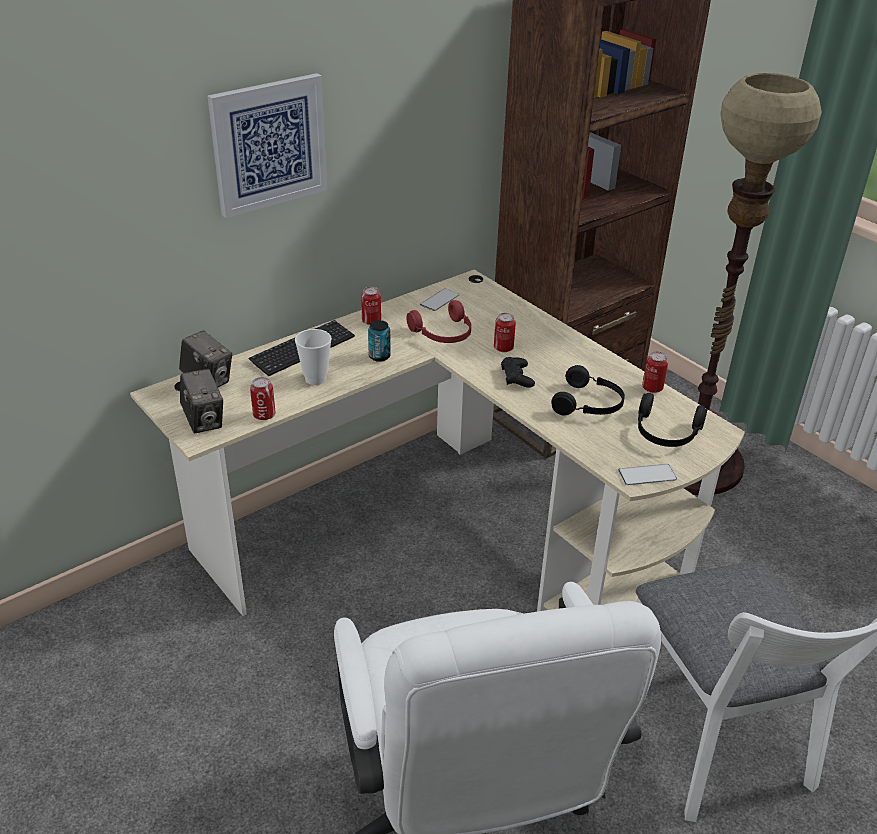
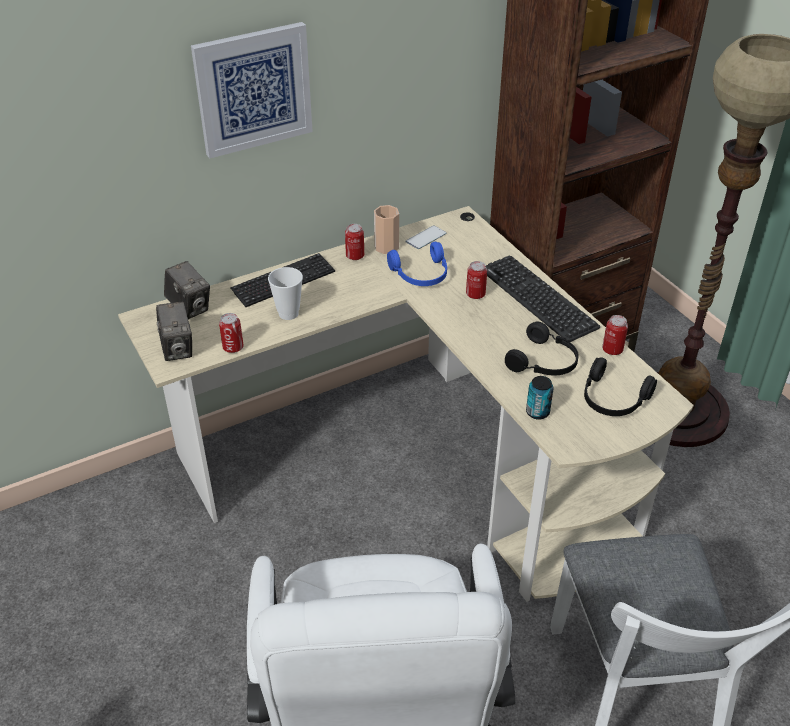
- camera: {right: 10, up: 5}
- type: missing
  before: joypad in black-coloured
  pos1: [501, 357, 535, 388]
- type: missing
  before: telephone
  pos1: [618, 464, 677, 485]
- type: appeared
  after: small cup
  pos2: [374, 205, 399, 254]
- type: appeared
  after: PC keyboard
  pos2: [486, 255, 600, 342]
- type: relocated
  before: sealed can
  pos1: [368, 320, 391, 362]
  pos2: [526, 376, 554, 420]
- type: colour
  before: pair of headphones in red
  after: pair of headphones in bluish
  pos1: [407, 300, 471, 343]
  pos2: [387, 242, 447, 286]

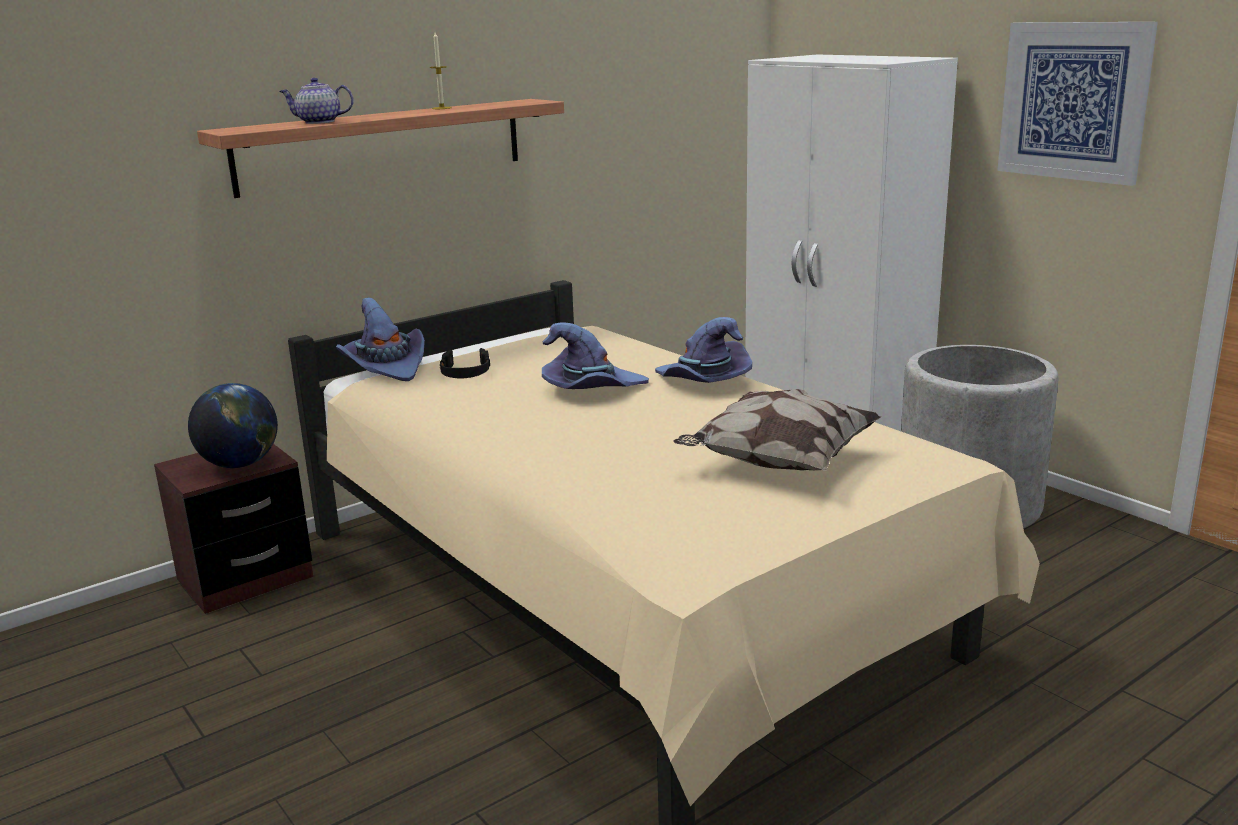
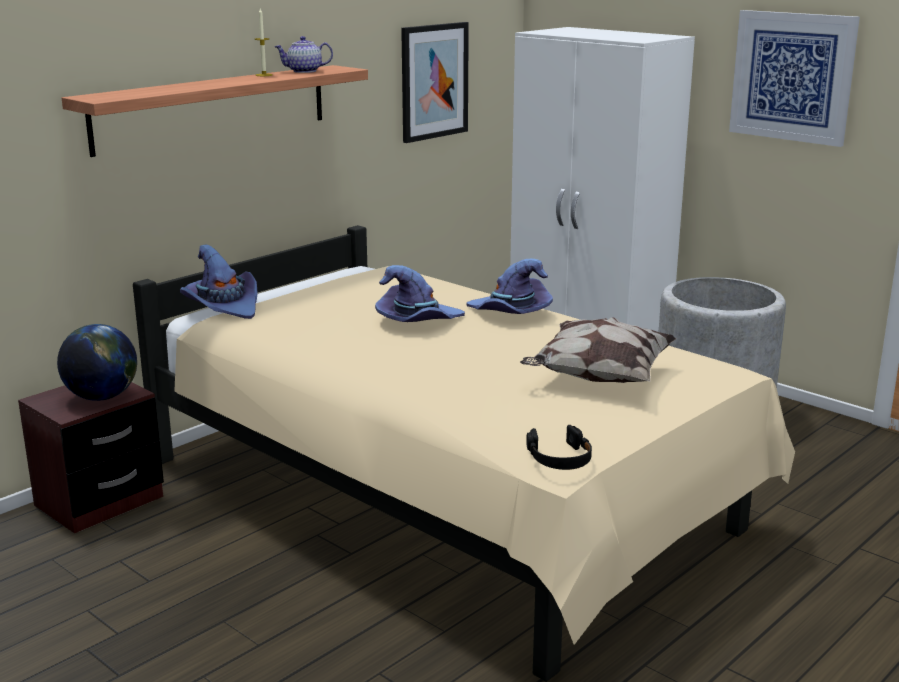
- camera: {right: -10, up: 0}
- type: appeared
  after: picture
  pos2: [401, 22, 469, 143]
- type: relocated
  before: pot for tea
  pos1: [279, 78, 354, 124]
  pos2: [274, 36, 333, 73]
- type: relocated
  before: pair of headphones in black-coloured
  pos1: [439, 348, 490, 378]
  pos2: [526, 425, 592, 470]

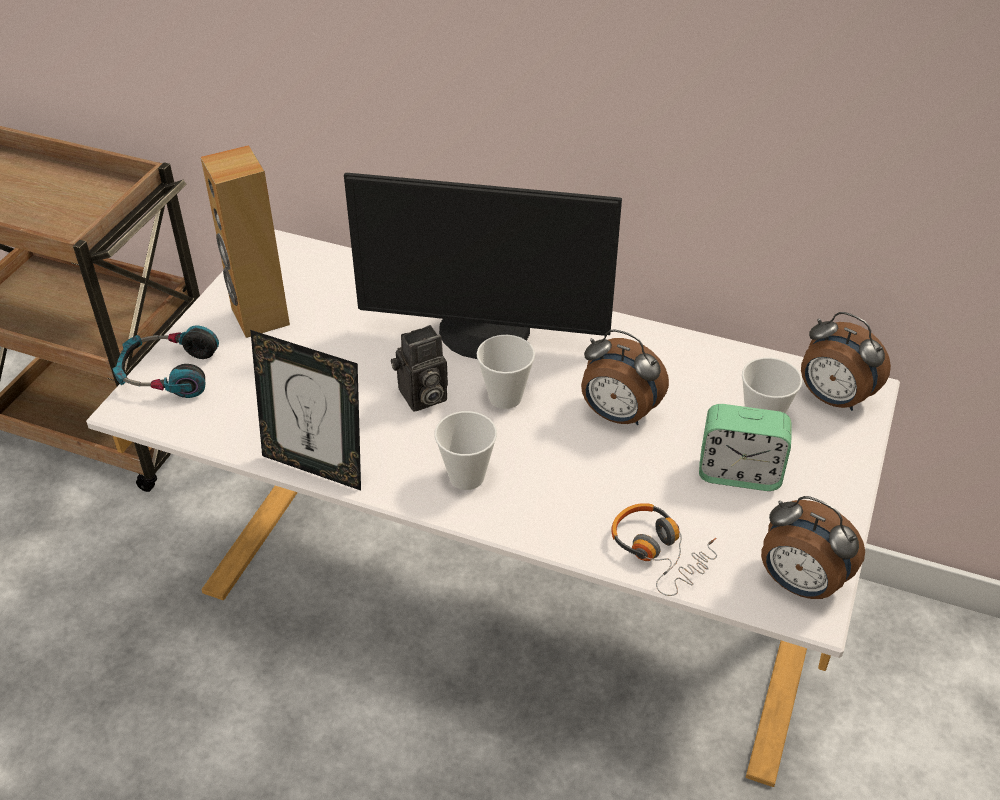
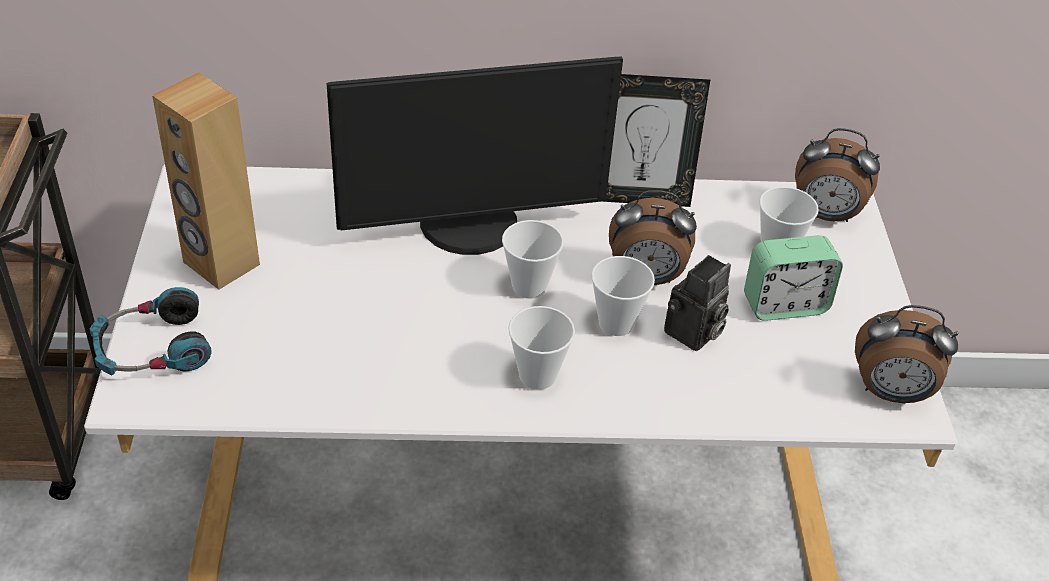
- camera: {right: -25, up: 0}
- type: missing
  before: pair of headphones
  pos1: [611, 503, 717, 596]
- type: appeared
  after: small cup
  pos2: [591, 256, 655, 336]
- type: relocated
  before: picture frame
  pos1: [250, 330, 361, 491]
  pos2: [602, 74, 710, 207]
- type: relocated
  before: still camera
  pos1: [391, 325, 448, 412]
  pos2: [664, 255, 731, 351]

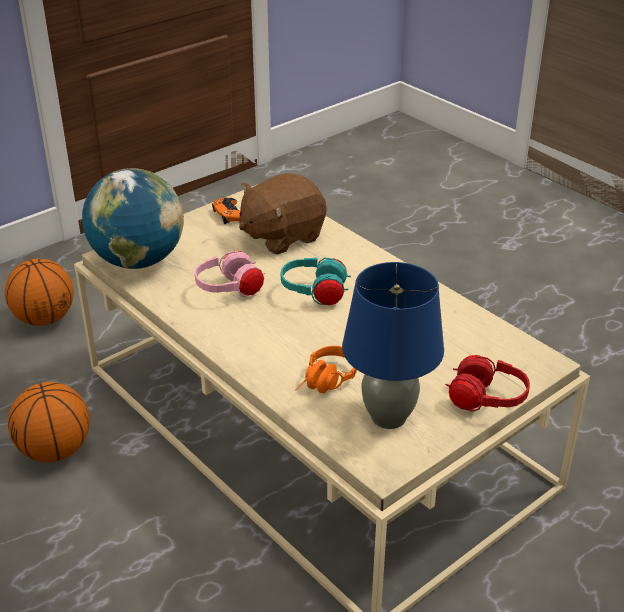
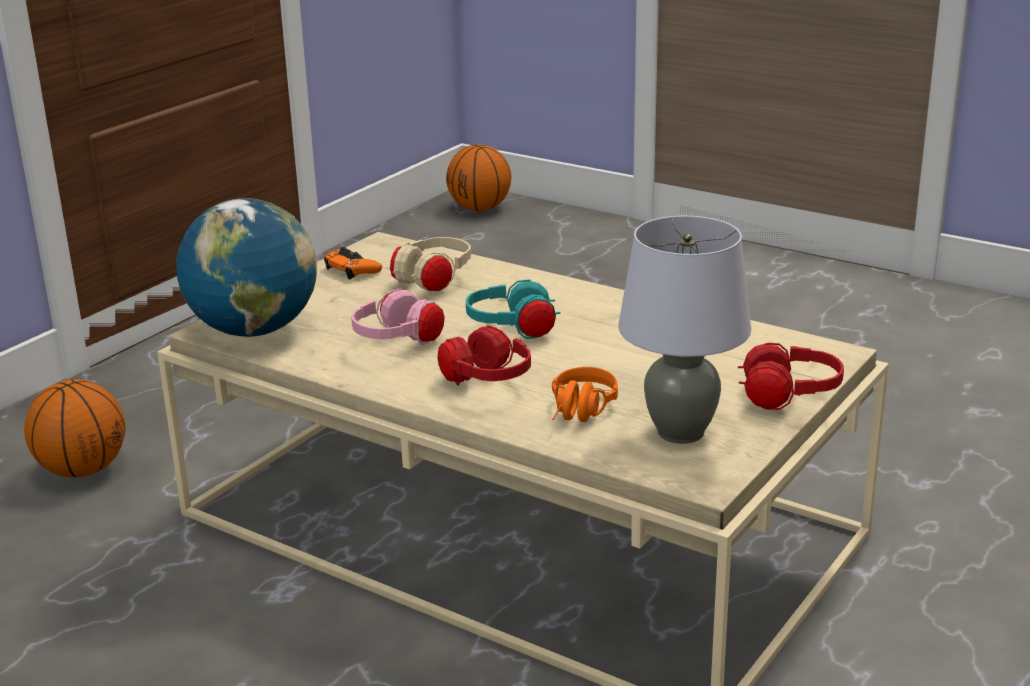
- camera: {right: -15, up: -10}
- type: appeared
  after: pair of headphones in red
  pos2: [438, 325, 531, 386]
- type: relocated
  before: basketball
  pos1: [8, 382, 90, 462]
  pos2: [446, 144, 511, 212]
- type: exchanged
  before: soft toy in brownish
  after: pair of headphones in beige-coloured
  pos1: [239, 173, 327, 255]
  pos2: [390, 237, 471, 293]
- type: colour
  before: lamp for a table in bluish
  after: lamp for a table in gray
  pos1: [342, 262, 444, 429]
  pos2: [618, 216, 751, 444]

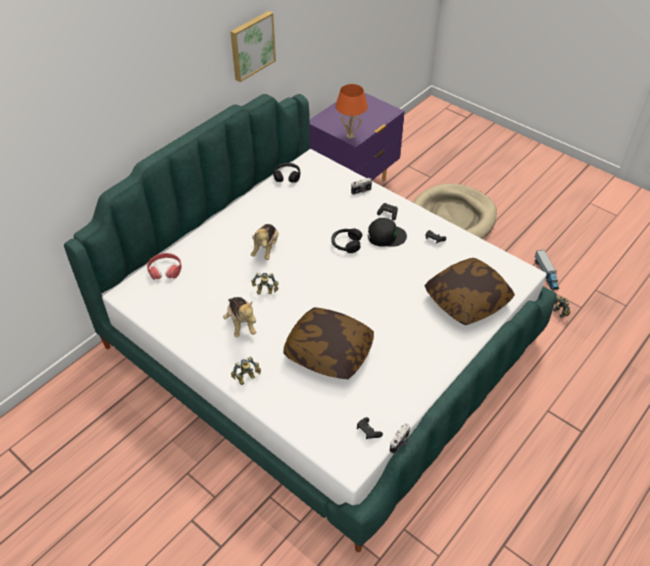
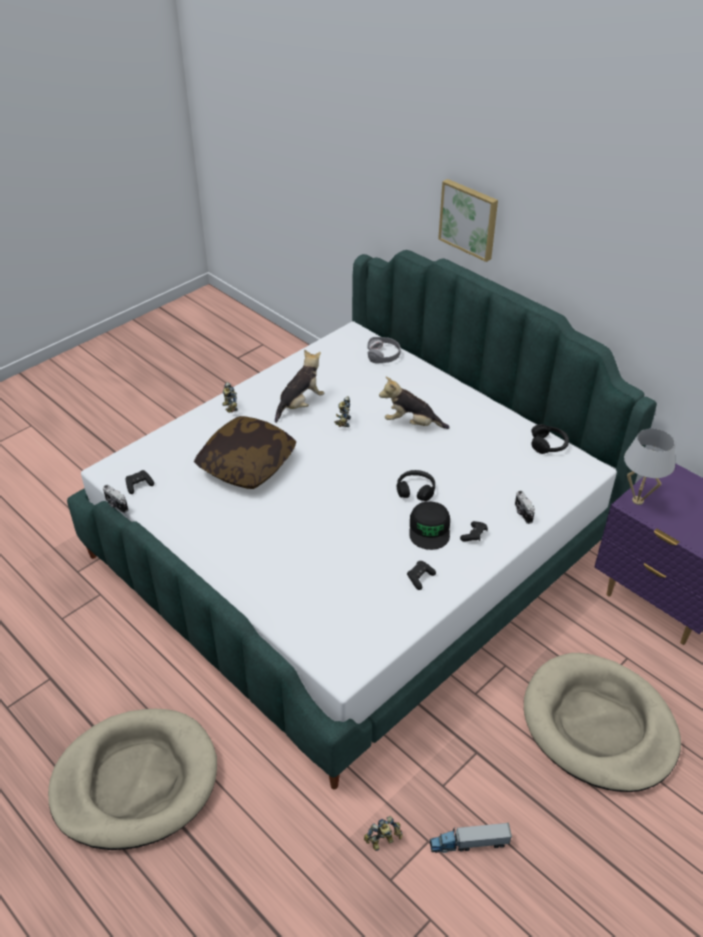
- camera: {right: 95, up: -5}
- type: missing
  before: cushion
  pos1: [424, 258, 515, 325]
- type: appeared
  after: pet bed in beige-coloured
  pos2: [48, 709, 217, 850]
- type: relocated
  before: picture
  pos1: [230, 11, 276, 82]
  pos2: [438, 179, 498, 262]
- type: colour
  before: pair of headphones in red
  after: pair of headphones in gray
  pos1: [147, 253, 182, 280]
  pos2: [367, 337, 401, 363]
- type: colour
  before: lamp for a table in orangey
  after: lamp for a table in whitish
  pos1: [335, 84, 368, 138]
  pos2: [624, 428, 675, 505]
- type: spun
  before: soft toy
  pos1: [223, 297, 256, 338]
  pos2: [275, 350, 324, 423]
  turn: 150

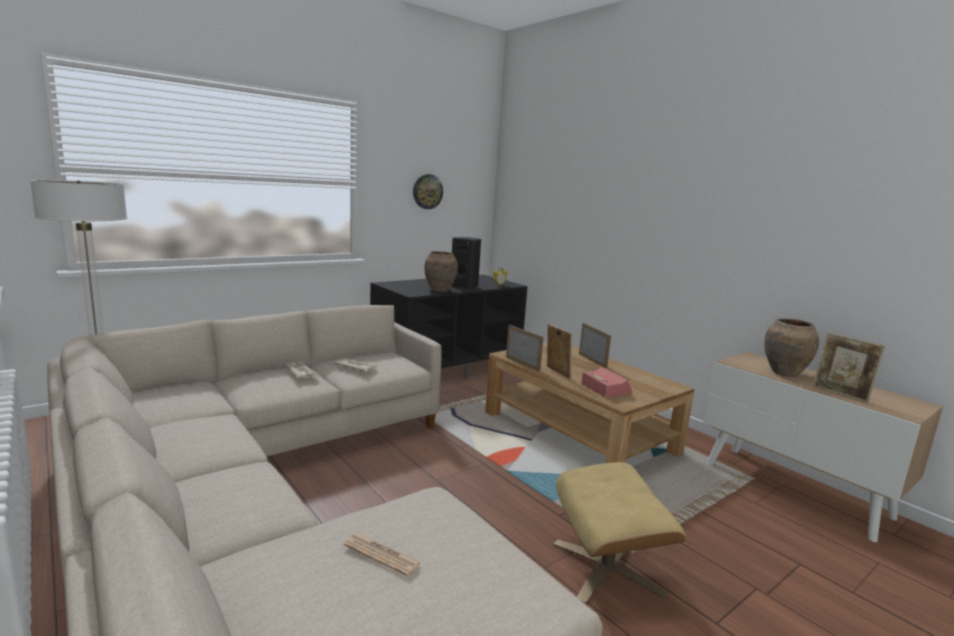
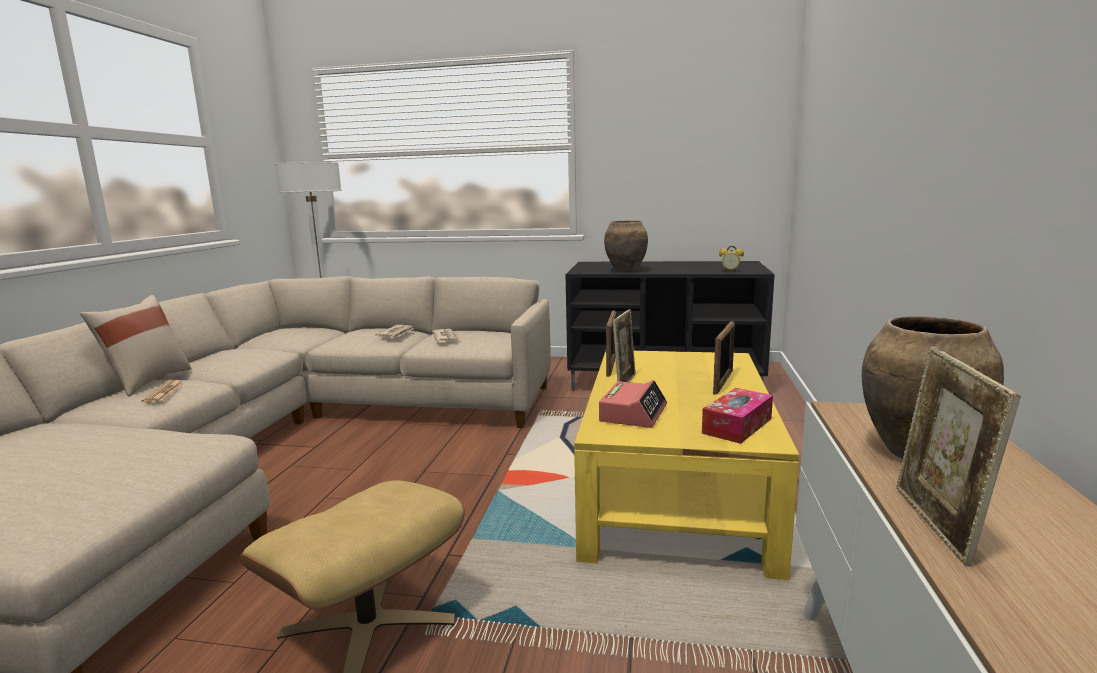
- camera: {right: 50, up: 0}
- type: missing
  before: hanging clock
  pos1: [413, 174, 443, 209]
- type: missing
  before: audio speaker in black-coloured
  pos1: [452, 237, 481, 289]
- type: appeared
  after: cushion in beige-coloured
  pos2: [80, 295, 191, 397]
- type: appeared
  after: tissue box
  pos2: [702, 388, 773, 444]
- type: relocated
  before: printed paper
  pos1: [344, 533, 422, 576]
  pos2: [141, 380, 184, 403]
- type: colour
  before: low table in brownish
  after: low table in yellowish
  pos1: [485, 343, 695, 463]
  pos2: [574, 351, 799, 580]

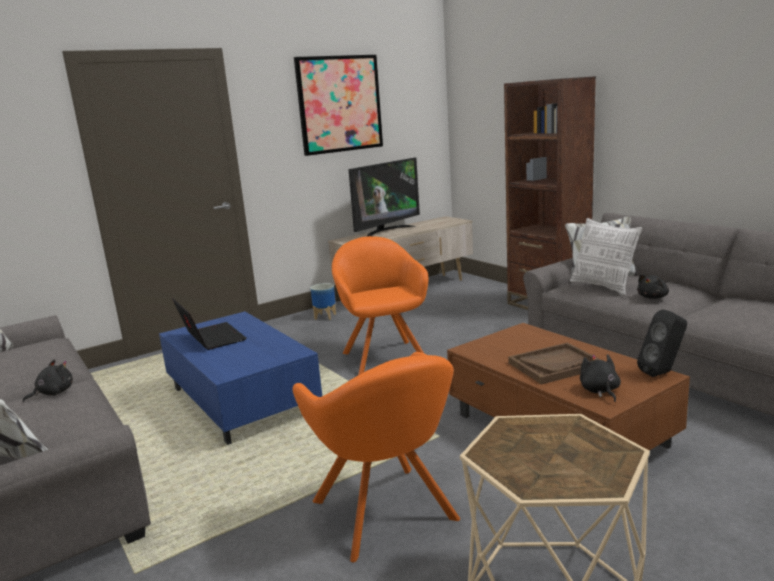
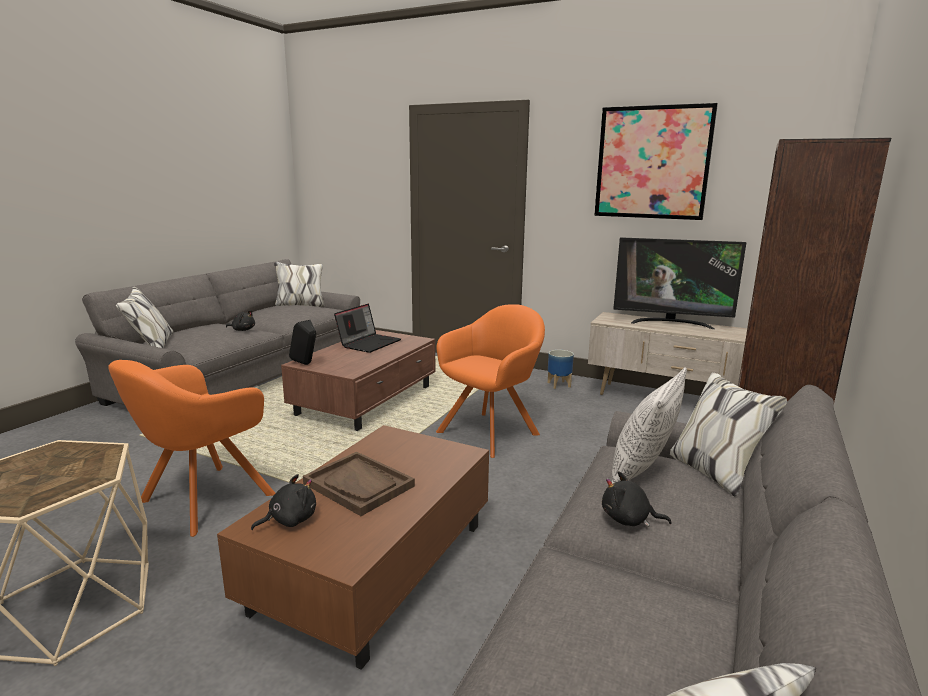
- camera: {right: 60, up: 0}
- type: relocated
  before: audio speaker in black-coloured
  pos1: [637, 309, 687, 377]
  pos2: [289, 320, 316, 365]
- type: colour
  before: low table in bluish
  after: low table in brownish
  pos1: [159, 312, 322, 445]
  pos2: [281, 330, 435, 431]

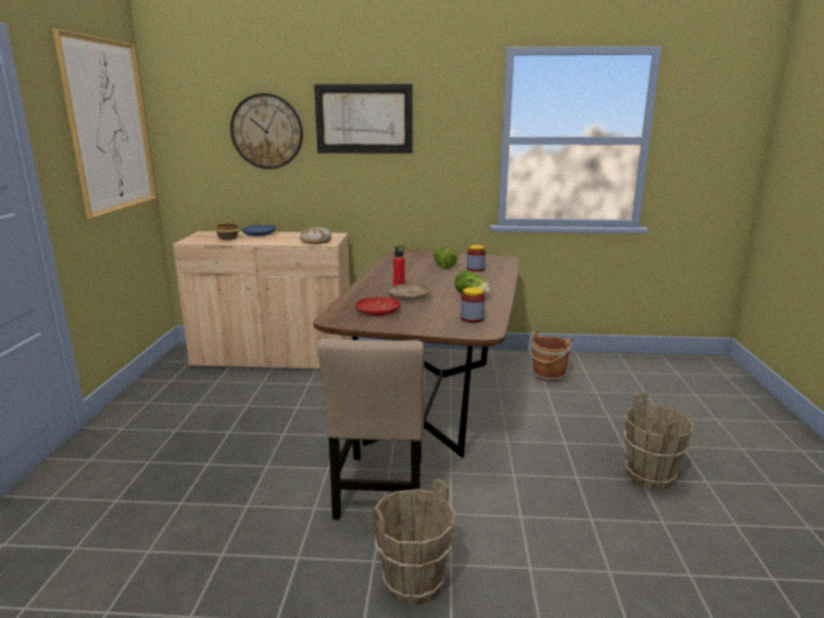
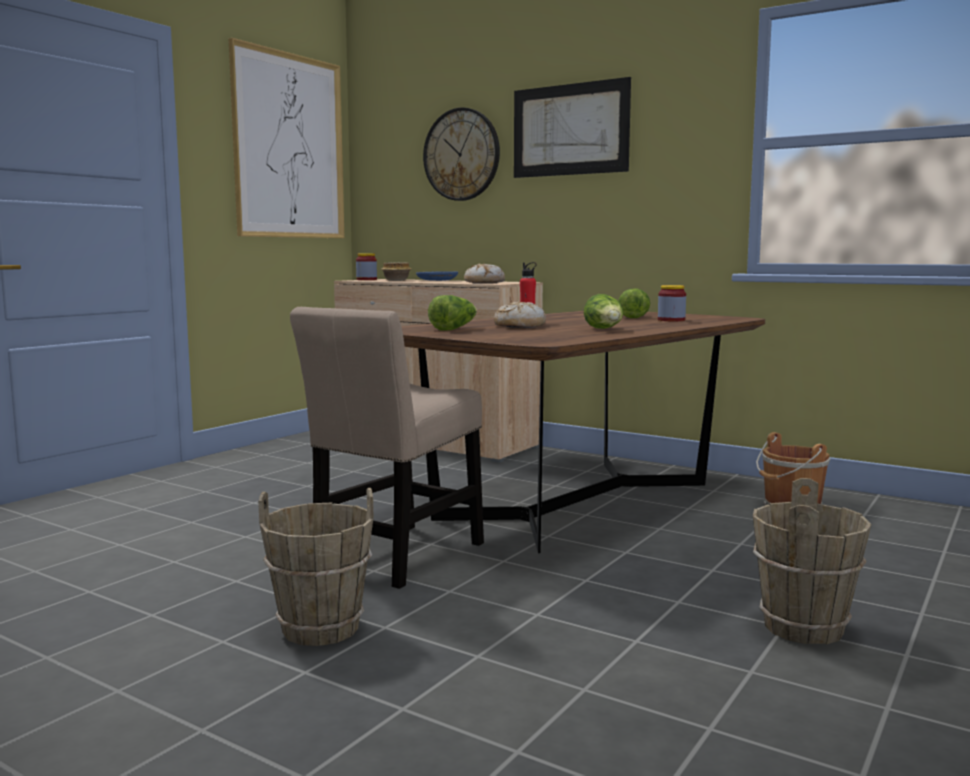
- camera: {right: 30, up: -10}
- type: relocated
  before: storage jar
  pos1: [461, 287, 485, 323]
  pos2: [356, 253, 377, 280]
- type: exchanged
  before: dinner plate in red
  after: lettuce
  pos1: [355, 297, 401, 316]
  pos2: [428, 295, 477, 330]
- type: exchanged
  before: dinner plate in beige-coloured
  after: bakery bread
  pos1: [388, 284, 430, 301]
  pos2: [494, 301, 546, 328]

